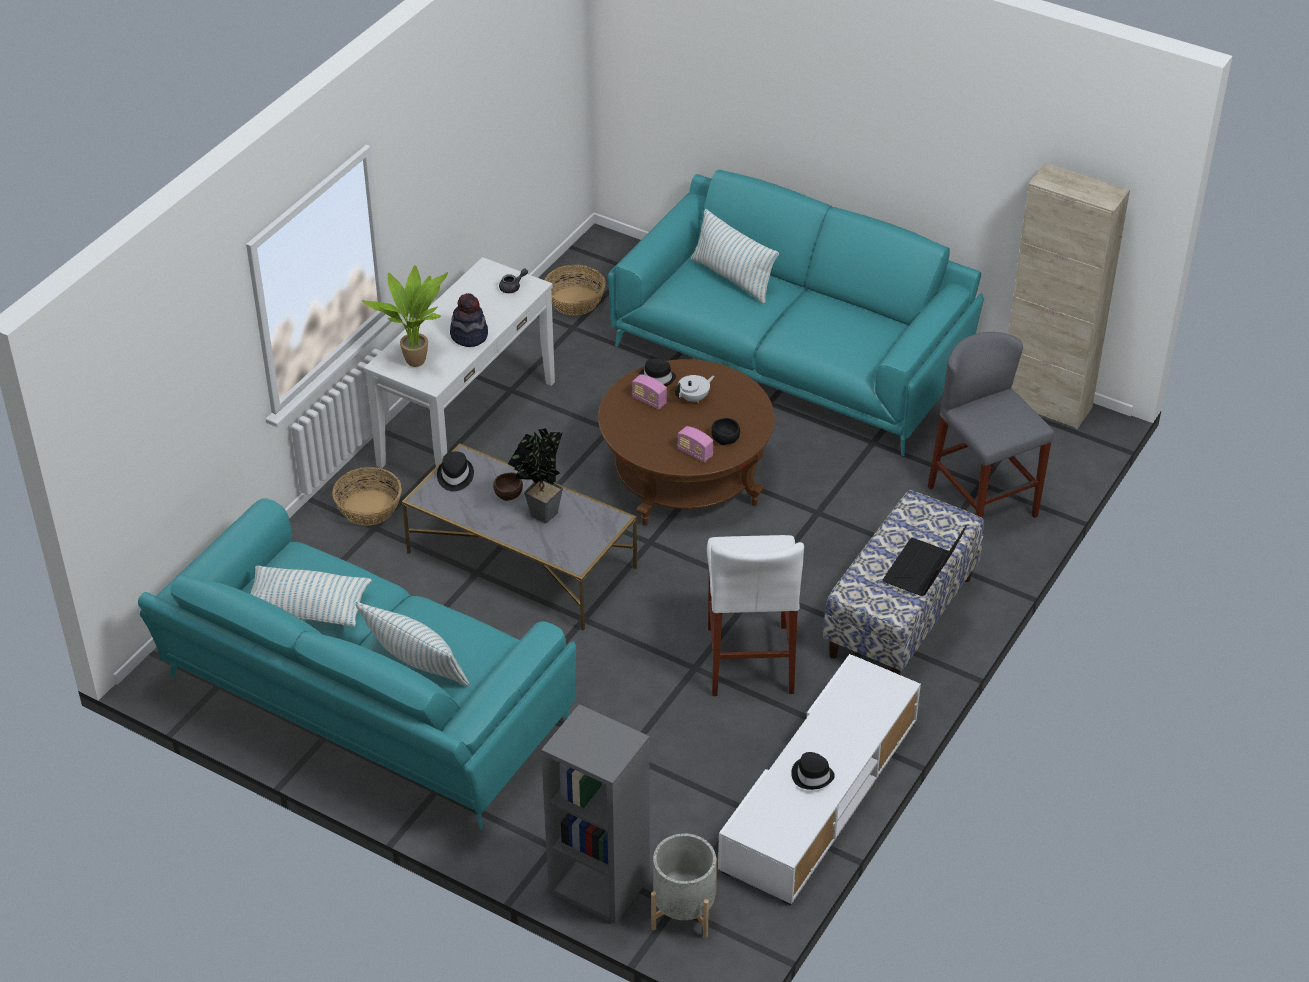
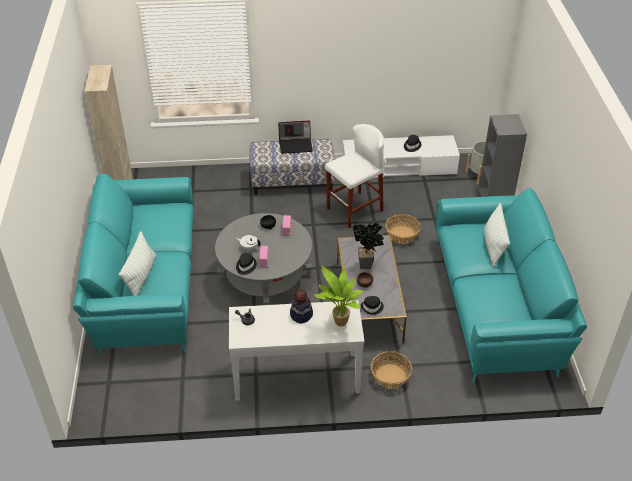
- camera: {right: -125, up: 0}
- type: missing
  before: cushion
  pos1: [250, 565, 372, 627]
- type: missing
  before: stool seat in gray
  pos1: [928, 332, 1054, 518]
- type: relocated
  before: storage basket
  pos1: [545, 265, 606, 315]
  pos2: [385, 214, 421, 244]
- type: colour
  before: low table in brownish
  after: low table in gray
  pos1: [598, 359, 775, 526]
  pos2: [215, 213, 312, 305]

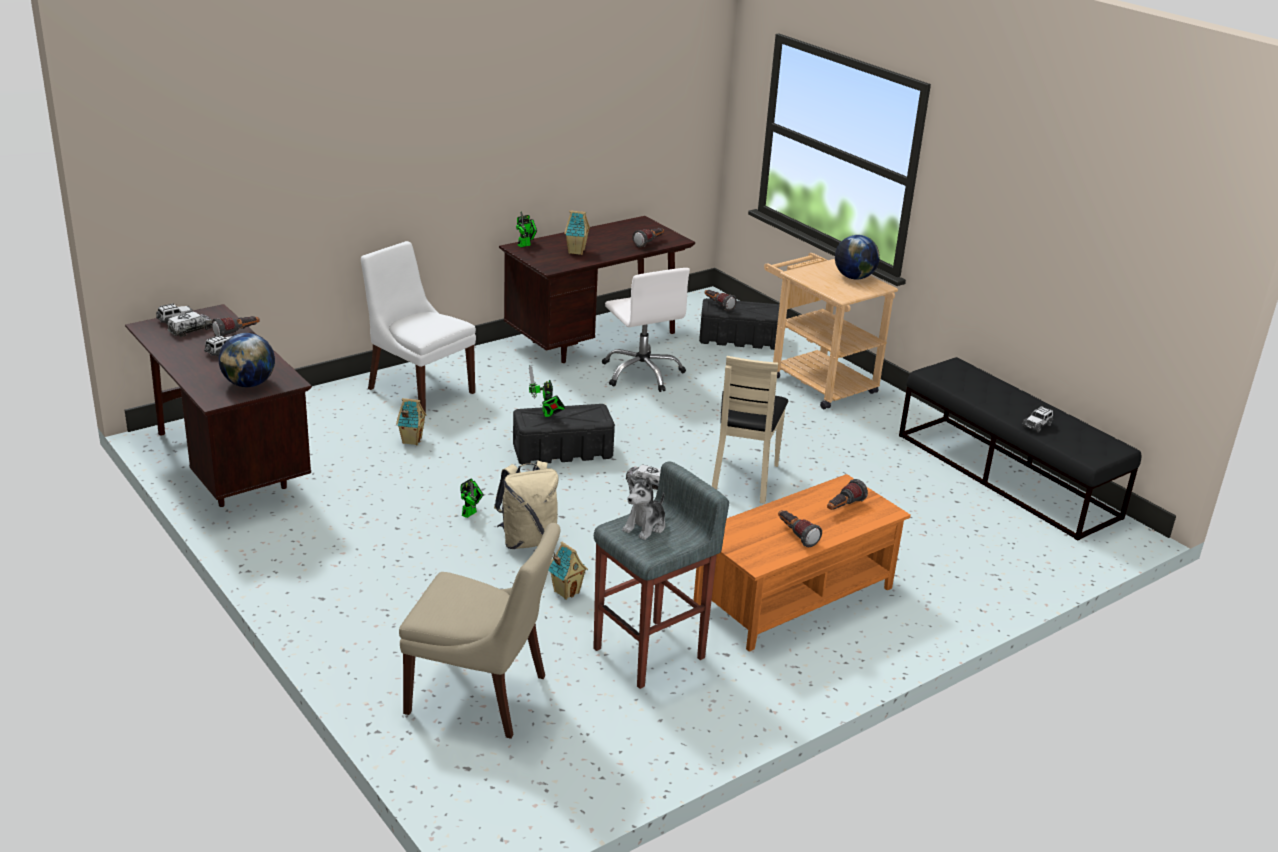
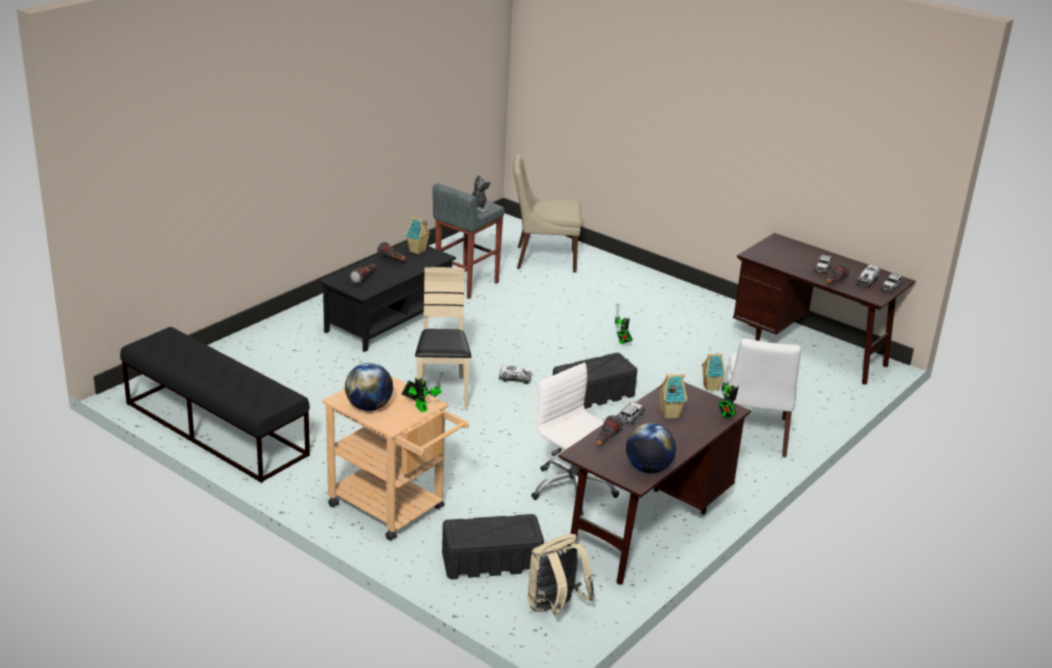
- camera: {right: 165, up: 0}
- type: missing
  before: hand torch
  pos1: [704, 290, 737, 311]
- type: relocated
  before: globe
  pos1: [219, 333, 275, 387]
  pos2: [626, 423, 676, 473]
- type: relocated
  before: knapsack in beige-coloured
  pos1: [494, 461, 558, 549]
  pos2: [527, 534, 595, 616]
- type: relocated
  before: model robot
  pos1: [529, 365, 565, 417]
  pos2: [401, 372, 443, 412]
- type: relocated
  before: toy house
  pos1: [548, 541, 588, 600]
  pos2: [405, 217, 431, 255]
- type: relocated
  before: toy car
  pos1: [1022, 406, 1053, 433]
  pos2: [618, 402, 645, 425]
- type: colour
  before: low table in orangey
  after: low table in black-coloured
  pos1: [693, 474, 911, 652]
  pos2: [319, 242, 456, 352]
- type: spun
  before: chair in whitish
  pos1: [361, 241, 476, 413]
  pos2: [727, 338, 801, 457]
  turn: 75

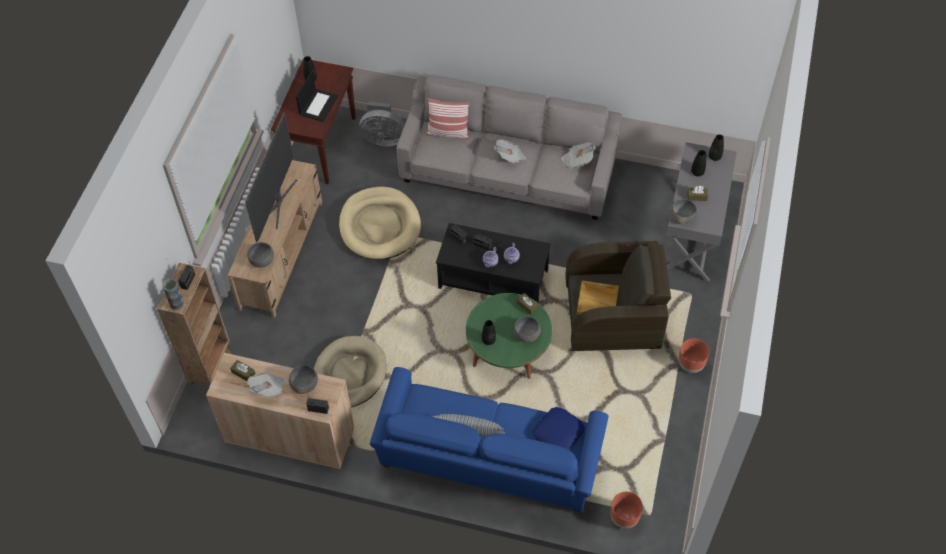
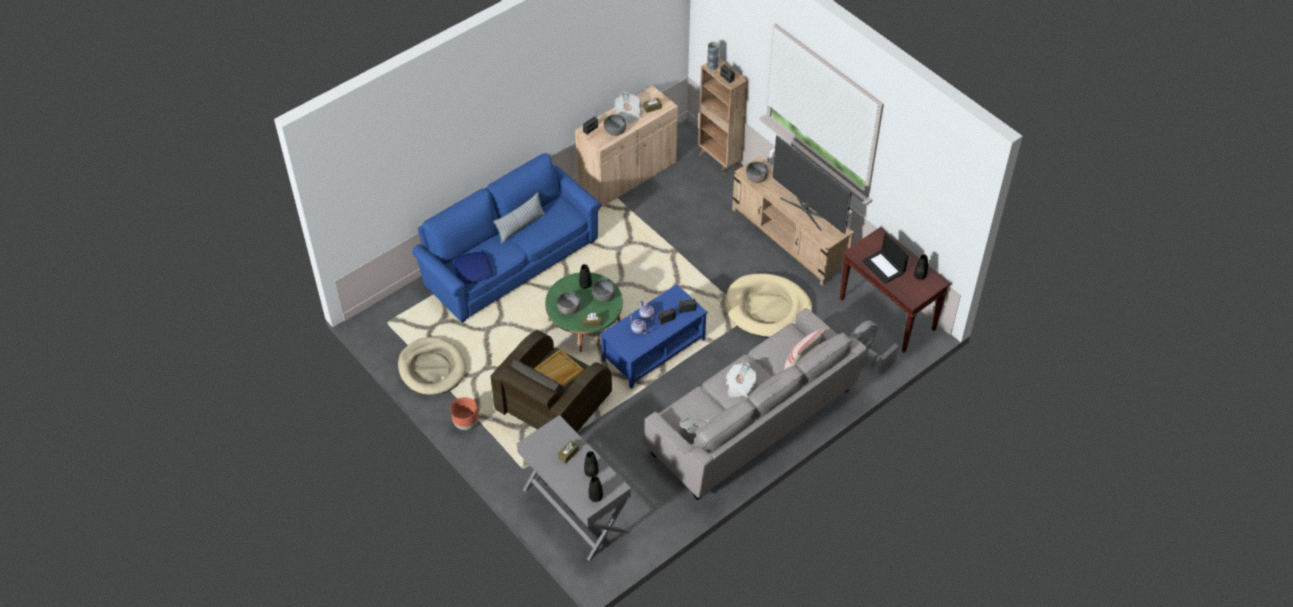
- camera: {right: 125, up: -5}
- type: missing
  before: planter in brownish
  pos1: [610, 492, 643, 529]
- type: relocated
  before: pet bed in beige-coloured
  pos1: [314, 336, 387, 407]
  pos2: [398, 337, 467, 395]
- type: relocated
  before: serving bowl in gray
  pos1: [670, 199, 697, 224]
  pos2: [592, 279, 616, 302]
- type: colour
  before: low table in black-coloured
  after: low table in bluish
  pos1: [436, 223, 551, 303]
  pos2: [600, 284, 708, 389]

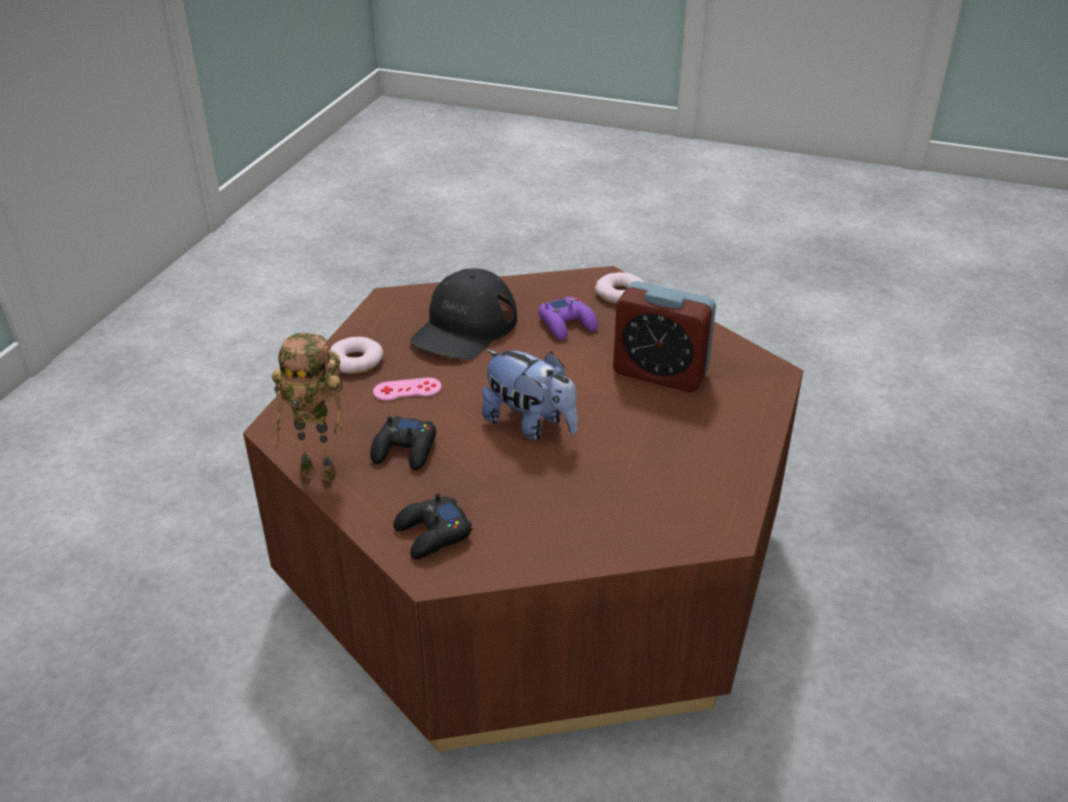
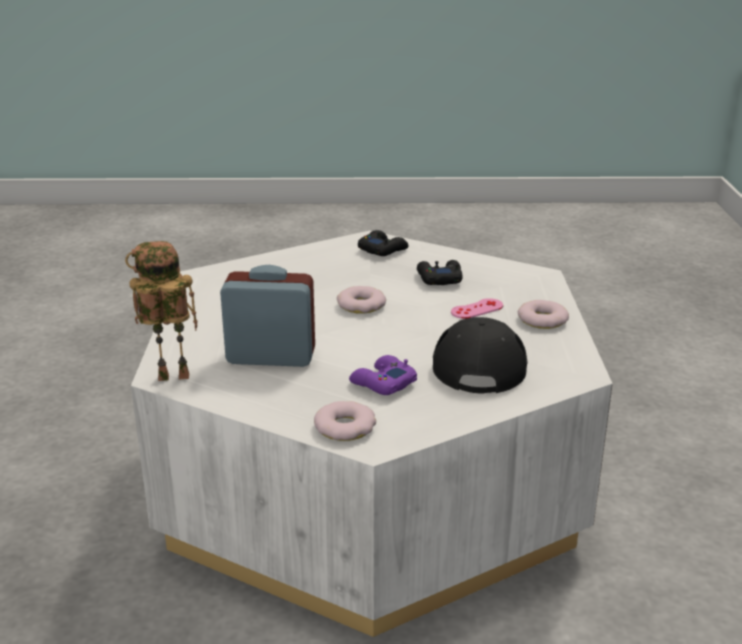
- camera: {right: 160, up: -10}
- type: relocated
  before: model robot
  pos1: [272, 333, 344, 481]
  pos2: [125, 241, 197, 381]
- type: exchanged
  before: soft toy
  after: doughnut
  pos1: [482, 349, 578, 440]
  pos2: [337, 286, 386, 314]
- type: colour
  before: low table in brownish
  after: low table in whitish
  pos1: [243, 266, 803, 752]
  pos2: [131, 231, 613, 637]

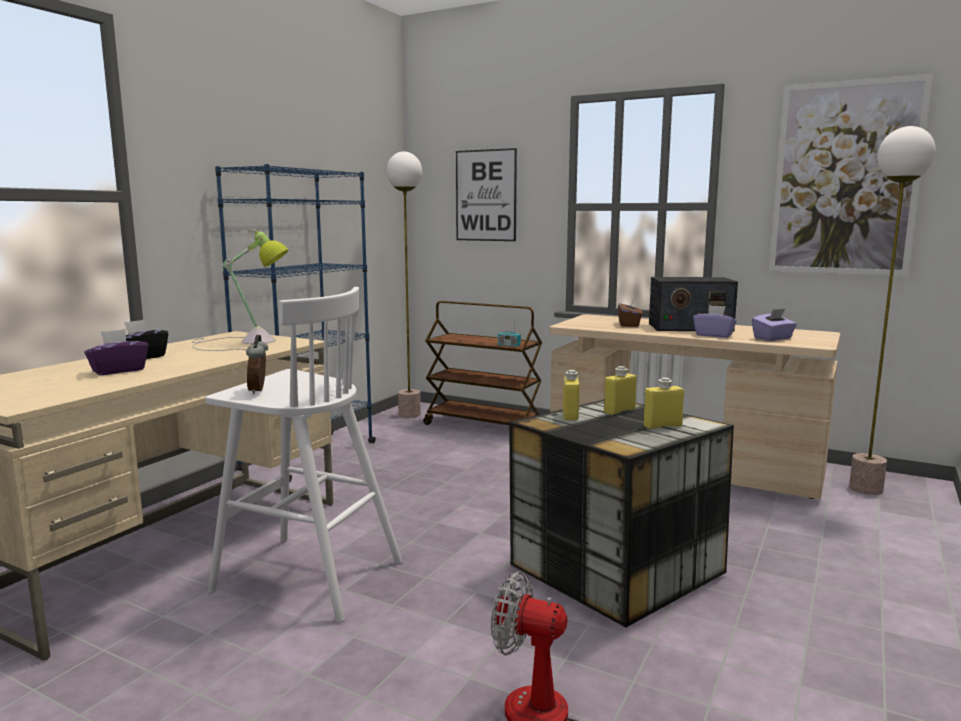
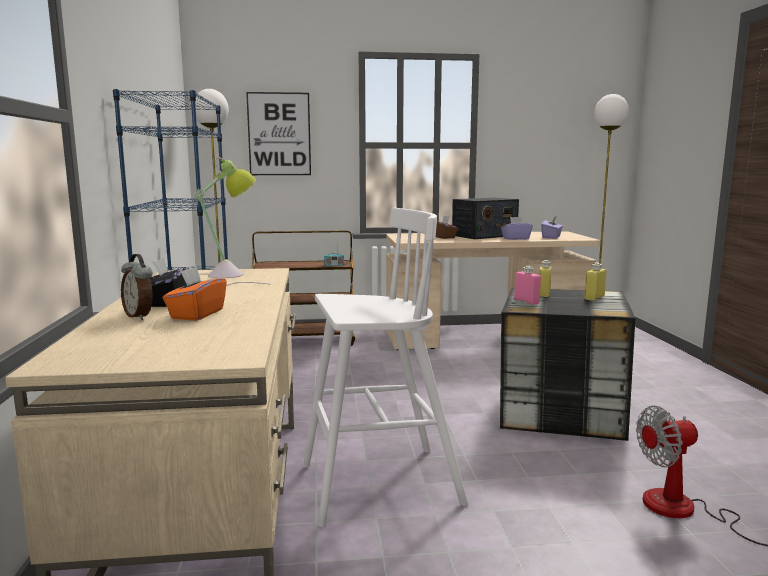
- camera: {right: -35, up: 0}
- type: missing
  before: picture
  pos1: [769, 74, 933, 276]
- type: relocated
  before: table clock
  pos1: [246, 335, 268, 394]
  pos2: [121, 254, 153, 320]
- type: colour
  before: tissue box in purple-coloured
  after: tissue box in orangey
  pos1: [84, 329, 148, 375]
  pos2: [163, 266, 227, 321]
- type: colour
  before: drink bottle in yellowish
  after: drink bottle in pinkish
  pos1: [563, 370, 579, 420]
  pos2: [514, 266, 541, 305]

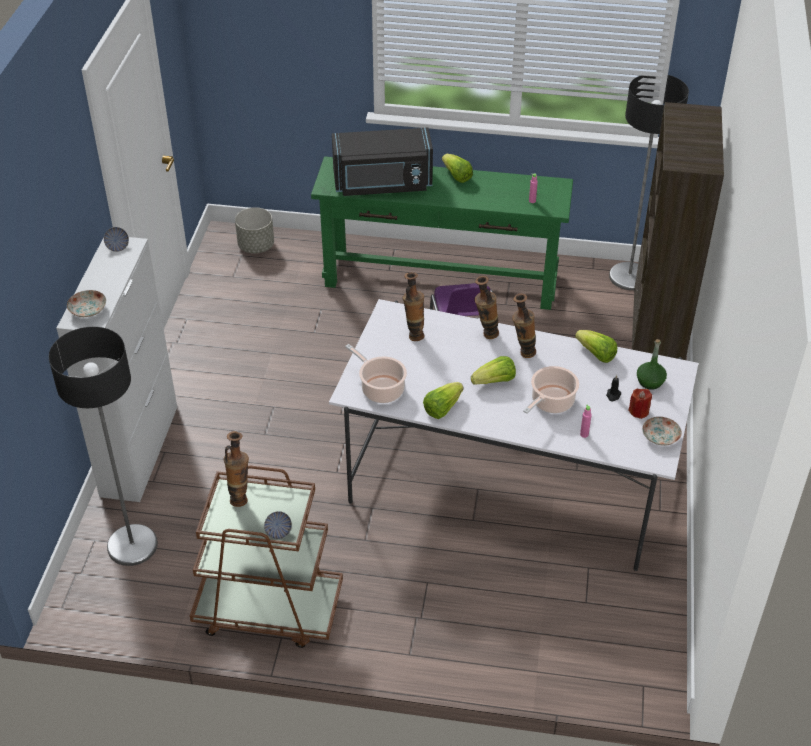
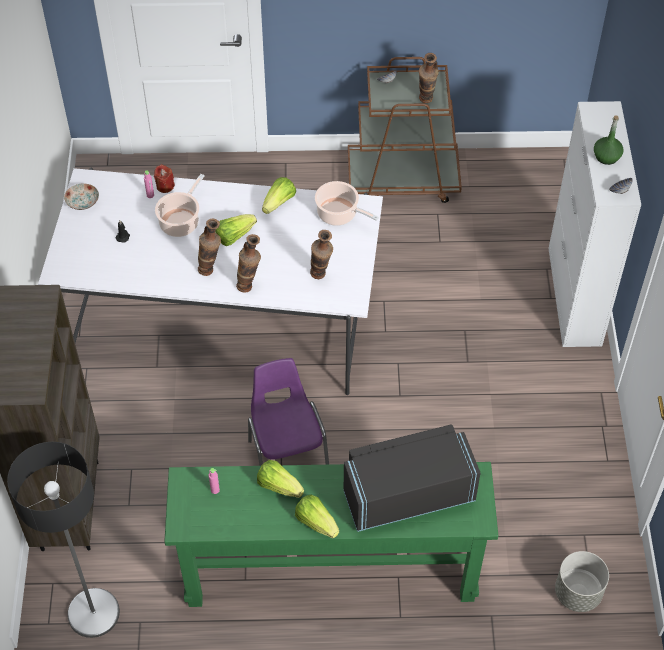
- camera: {right: 170, up: 10}
- type: missing
  before: standard lamp
  pos1: [49, 327, 158, 566]
- type: missing
  before: dinner plate
  pos1: [67, 290, 106, 317]
- type: relocated
  before: lettuce
  pos1: [575, 330, 617, 363]
  pos2: [257, 460, 304, 498]
- type: relocated
  before: candle in red
  pos1: [628, 389, 652, 419]
  pos2: [154, 164, 175, 193]
- type: relocated
  before: drink bottle in greenish
  pos1: [637, 339, 667, 390]
  pos2: [594, 115, 624, 165]

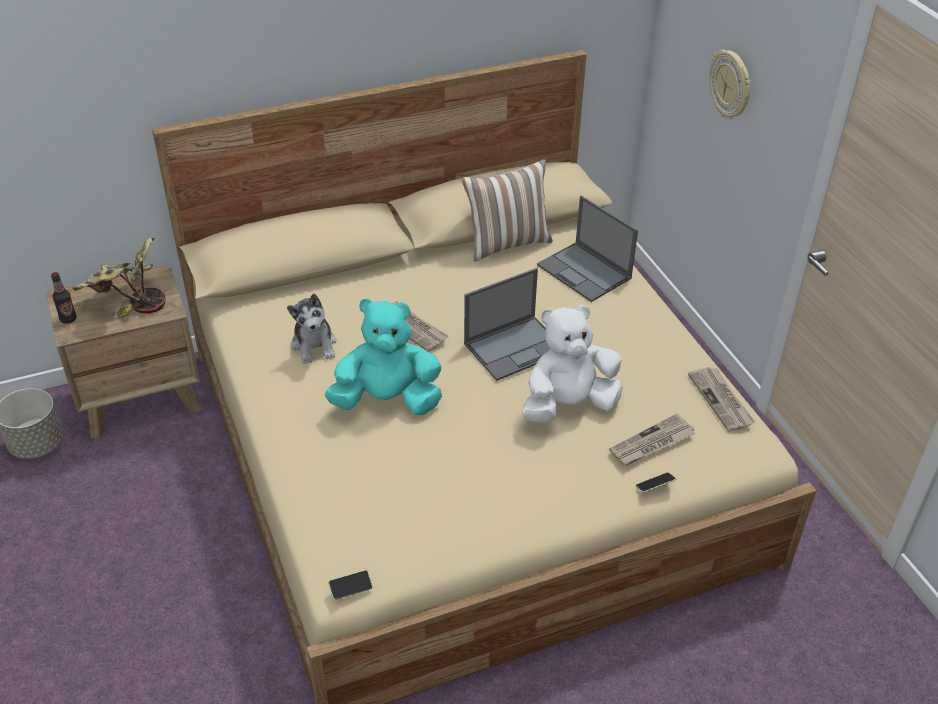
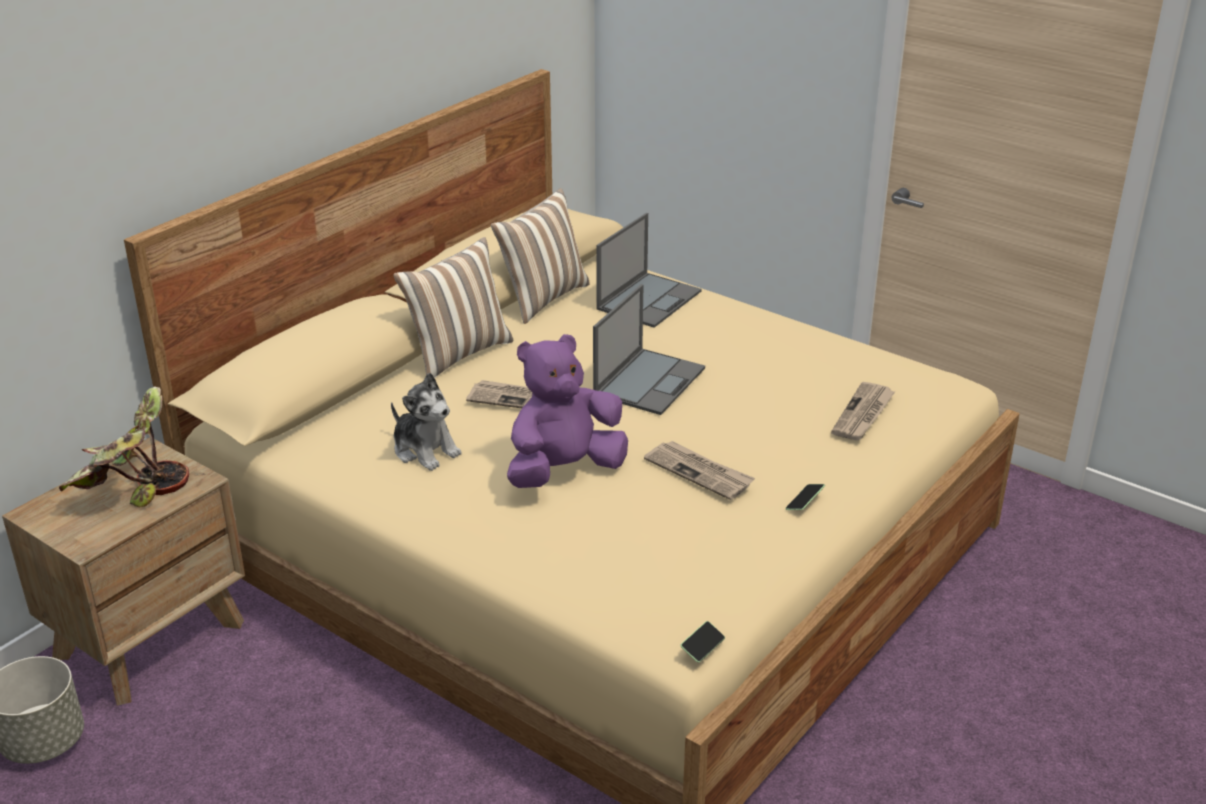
- camera: {right: -30, up: -10}
- type: missing
  before: drink bottle
  pos1: [51, 272, 77, 324]
- type: missing
  before: soft toy in whitish
  pos1: [522, 304, 623, 423]
- type: missing
  before: hanging clock
  pos1: [709, 49, 751, 119]
- type: appeared
  after: cushion
  pos2: [394, 237, 513, 378]
- type: relocated
  before: telephone
  pos1: [635, 473, 676, 492]
  pos2: [785, 484, 825, 510]
- type: relocated
  before: printed paper
  pos1: [688, 367, 755, 431]
  pos2: [644, 441, 755, 500]
- type: colour
  before: soft toy in turquoise
  after: soft toy in purple-coloured
  pos1: [325, 298, 442, 416]
  pos2: [507, 334, 628, 488]
- type: spun
  before: laptop
  pos1: [537, 196, 638, 302]
  pos2: [596, 213, 702, 328]
  turn: -75

